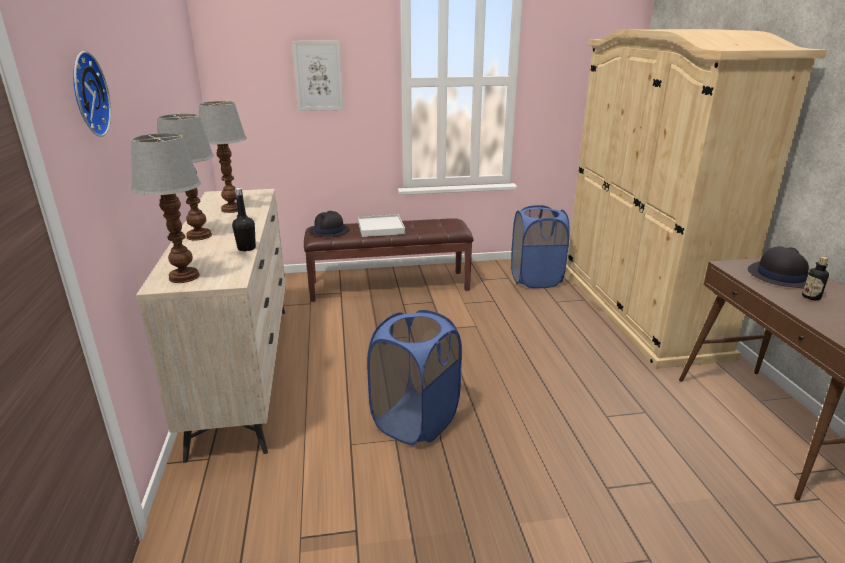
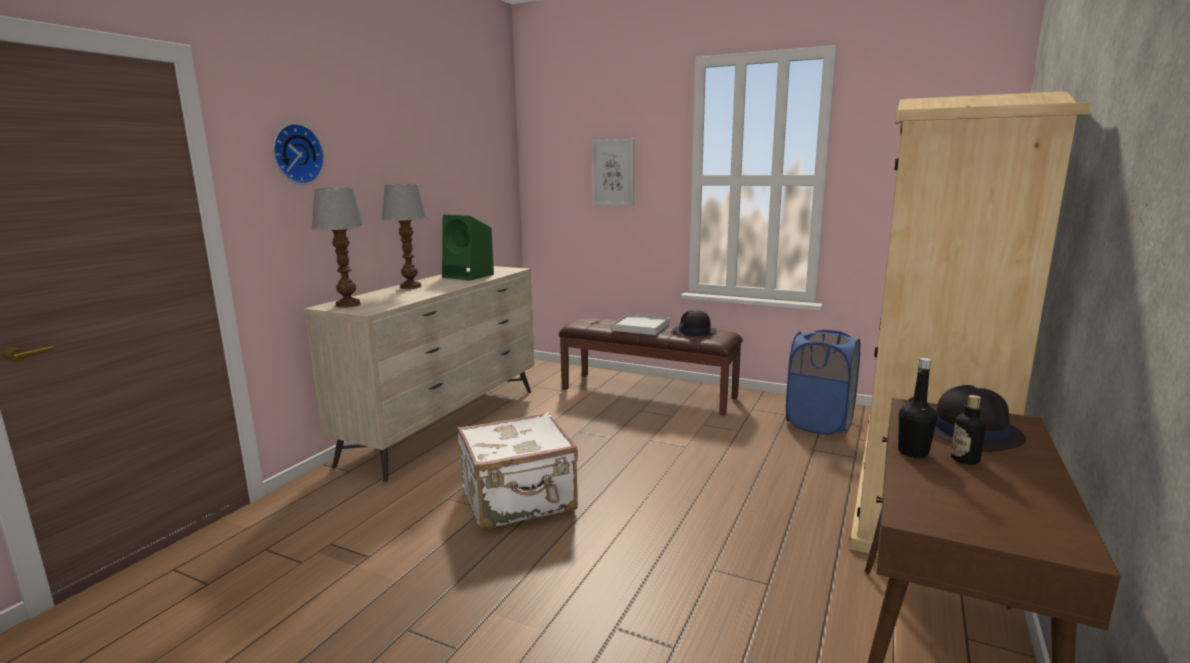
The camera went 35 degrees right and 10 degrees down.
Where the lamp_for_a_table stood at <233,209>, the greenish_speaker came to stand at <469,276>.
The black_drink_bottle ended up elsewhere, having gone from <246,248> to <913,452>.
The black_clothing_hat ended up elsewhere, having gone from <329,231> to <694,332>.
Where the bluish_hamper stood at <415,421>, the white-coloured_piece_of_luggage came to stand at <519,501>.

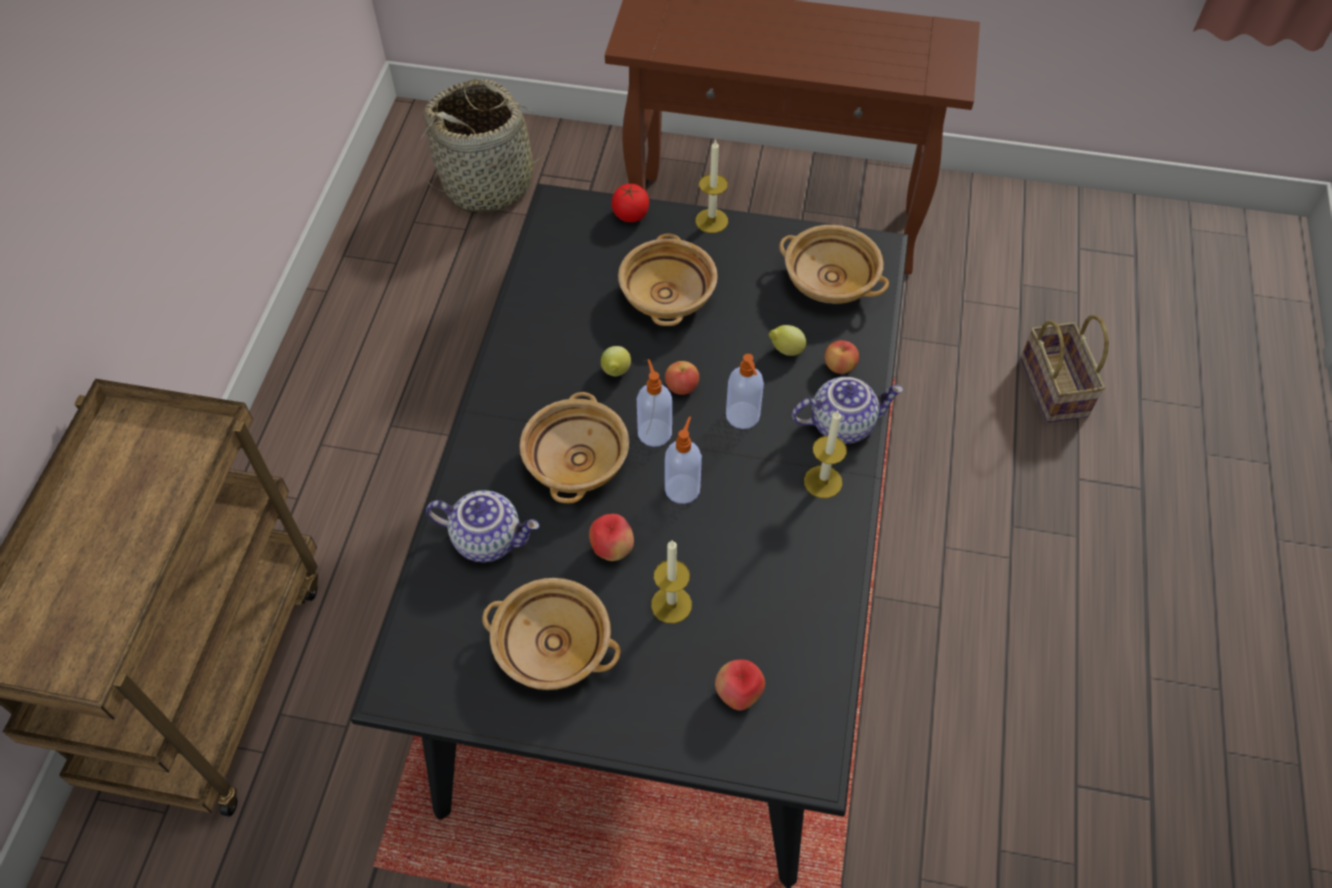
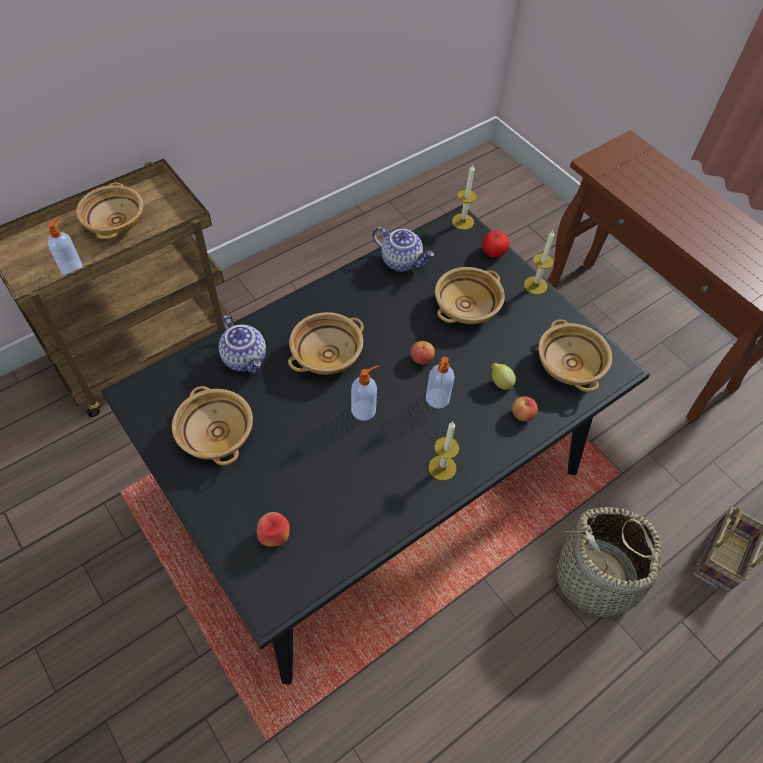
The camera went 40 degrees right and 0 degrees up.
The storage_basket ended up elsewhere, having gone from <489,184> to <596,579>.
The second view lost the apple_fruit at <612,549>.
The second view lost the citrus_fruit at <616,373>.
The liquid_soap_bottle ended up elsewhere, having gone from <654,431> to <72,267>.
The wax_candle ended up elsewhere, having gone from <671,604> to <462,221>.
The tea_pot ended up elsewhere, having gone from <842,423> to <402,261>.
The second view gained the beige_deep_dish at <115,222>.

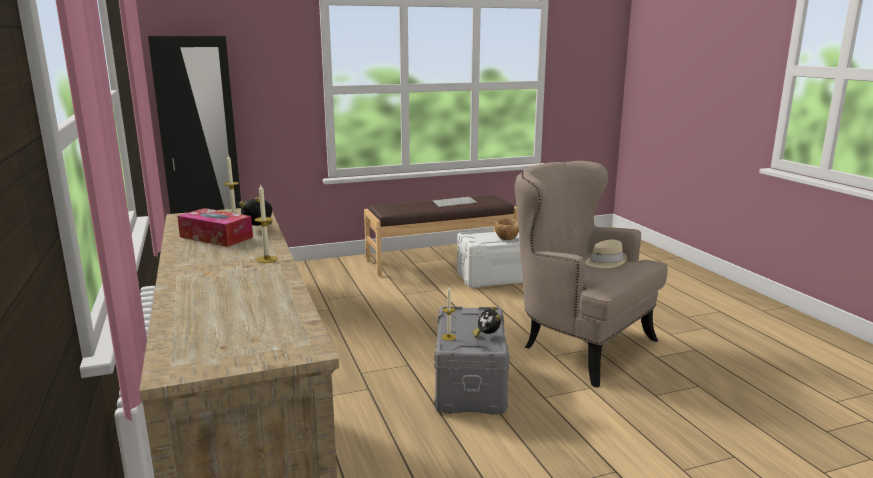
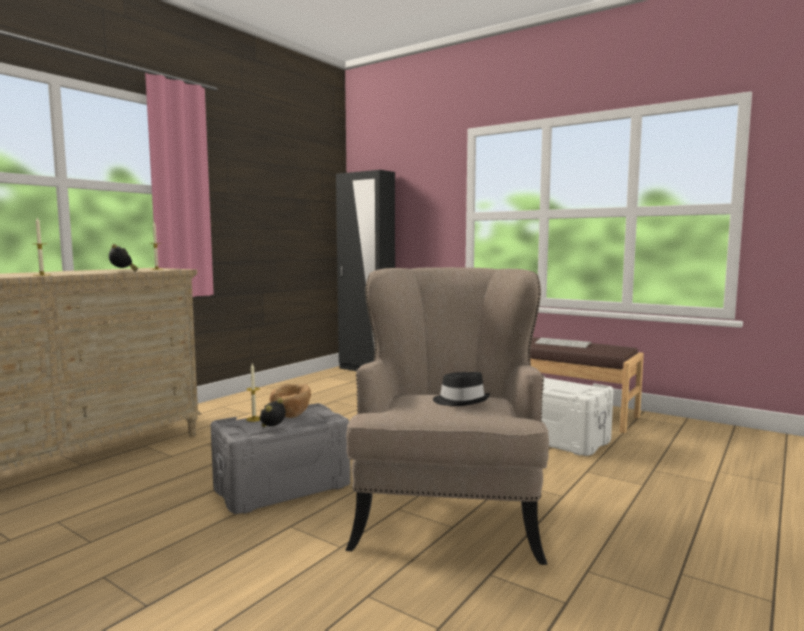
The camera went 55 degrees right and 10 degrees down.
The second view lost the tissue_holder at <216,237>.
The brown_deep_dish ended up elsewhere, having gone from <507,239> to <291,416>.
What was the beige_clothing_hat at <605,262> turned into the black_clothing_hat at <461,401>.

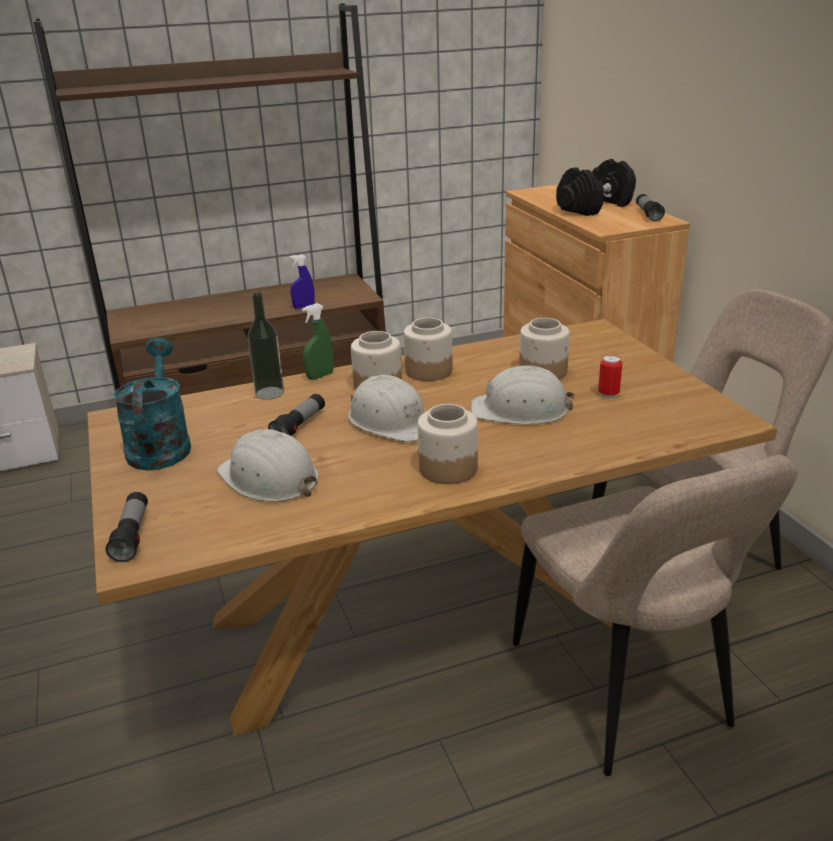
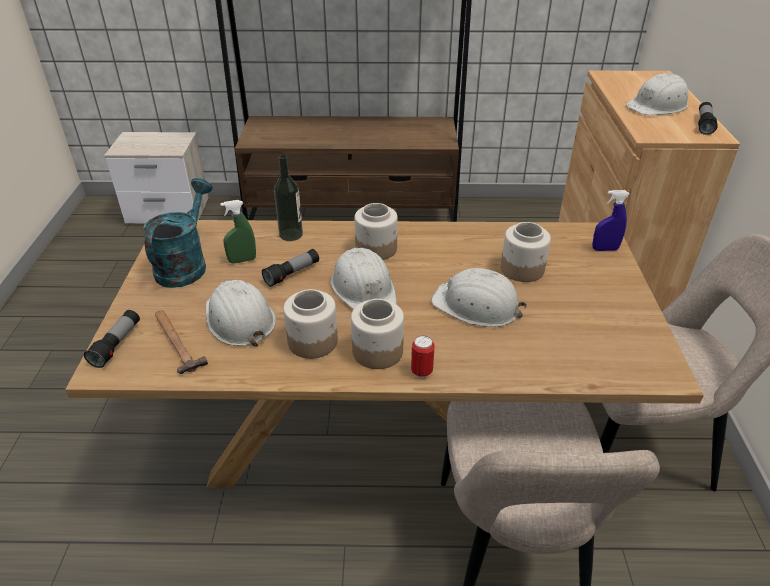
The camera went 20 degrees right and 10 degrees up.
The bluish_spray_bottle ended up elsewhere, having gone from <304,307> to <605,249>.
The greenish_spray_bottle ended up elsewhere, having gone from <320,376> to <242,260>.
The preserve_jar ended up elsewhere, having gone from <429,371> to <313,341>.
Where the black_dumbbell stood at <595,207>, the white-coloured_hard_hat came to stand at <658,105>.
The sealed_can ended up elsewhere, having gone from <608,394> to <421,372>.
The second view gained the hand_hammer at <177,342>.

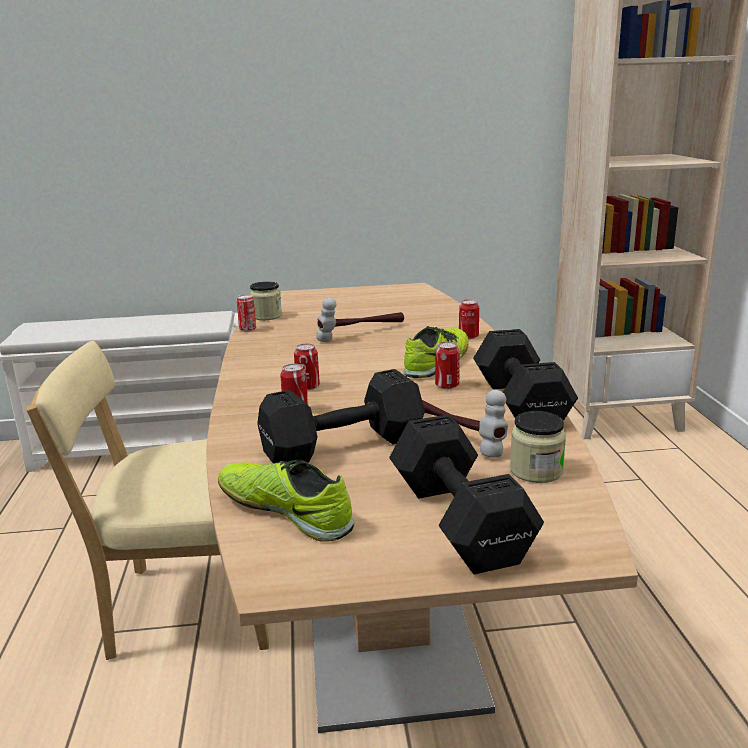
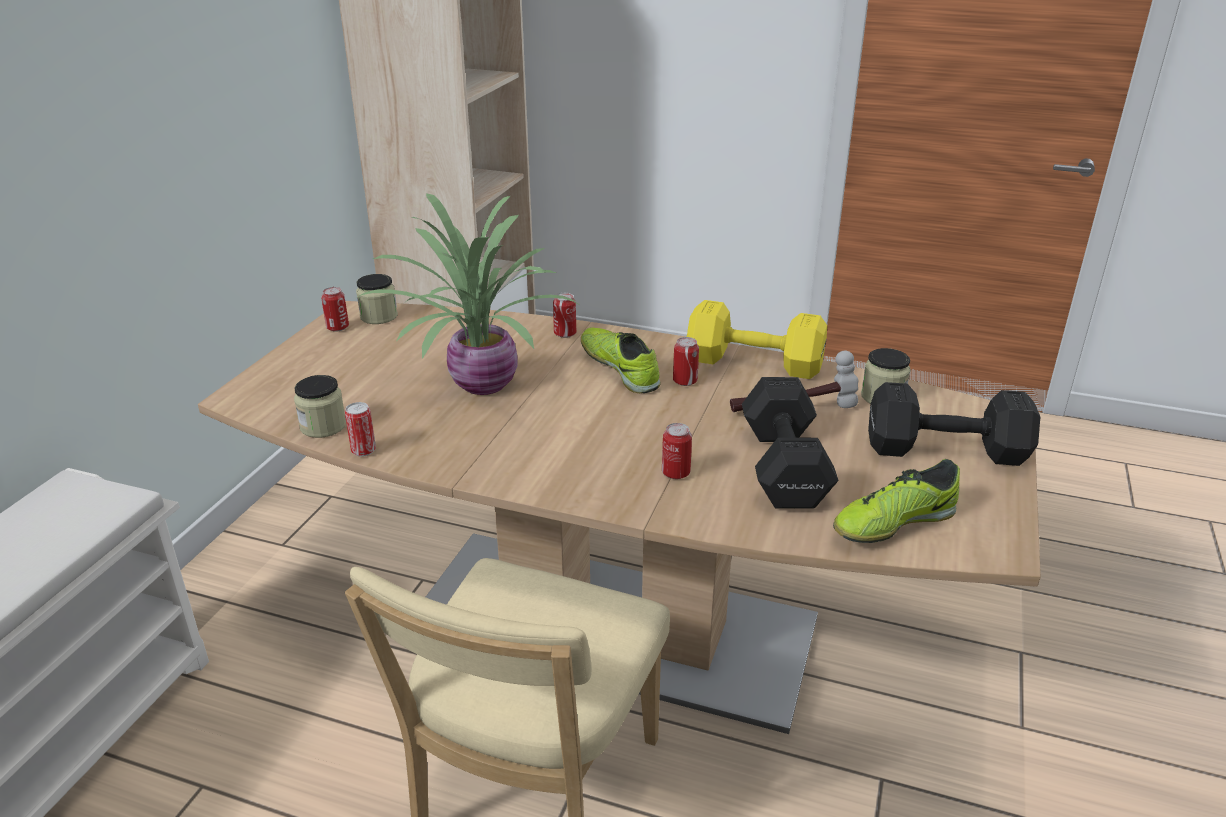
The camera went 65 degrees left and 10 degrees up.
The sealed_can ended up elsewhere, having gone from <308,387> to <337,327>.
Where the hand_hammer stood at <361,333>, the plant_in_a_pot came to stand at <481,383>.
What was the black_dumbbell at <520,402> turned into the yellowish_dumbbell at <751,362>.
The second view gained the preserve_jar at <379,316>.

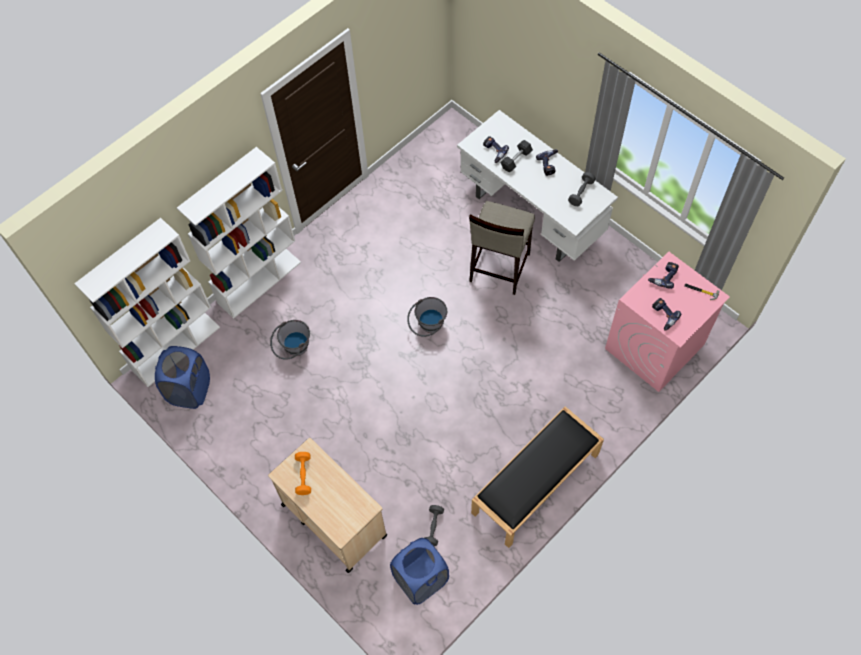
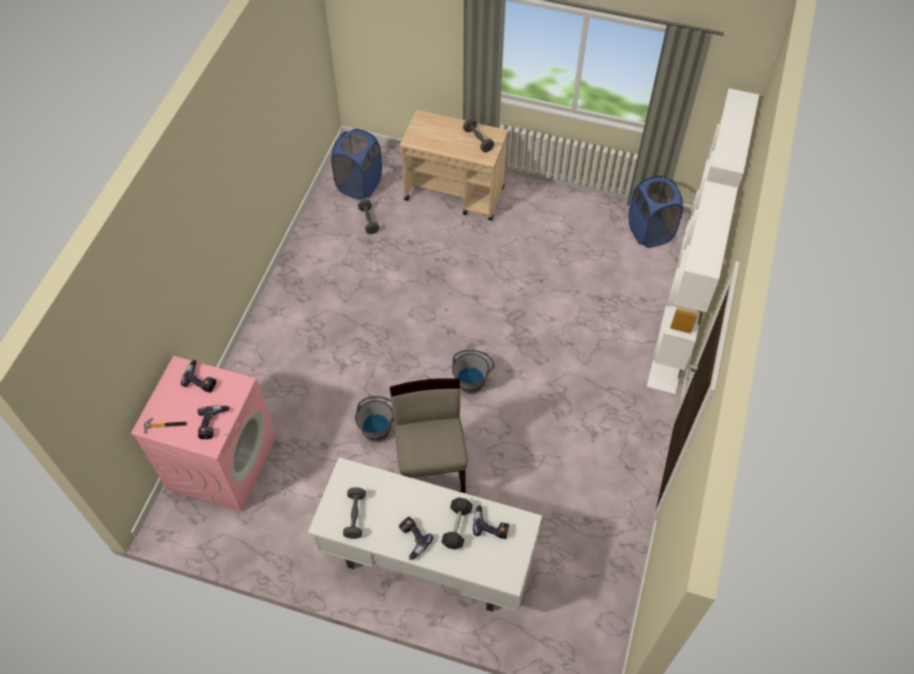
The camera went 150 degrees right and 5 degrees down.
The greyish_water_bucket ended up elsewhere, having gone from <293,349> to <378,426>.
What was the orangey_dumbbell at <303,476> turned into the greyish_dumbbell at <478,140>.
The second view lost the black_indoor_bench at <535,484>.

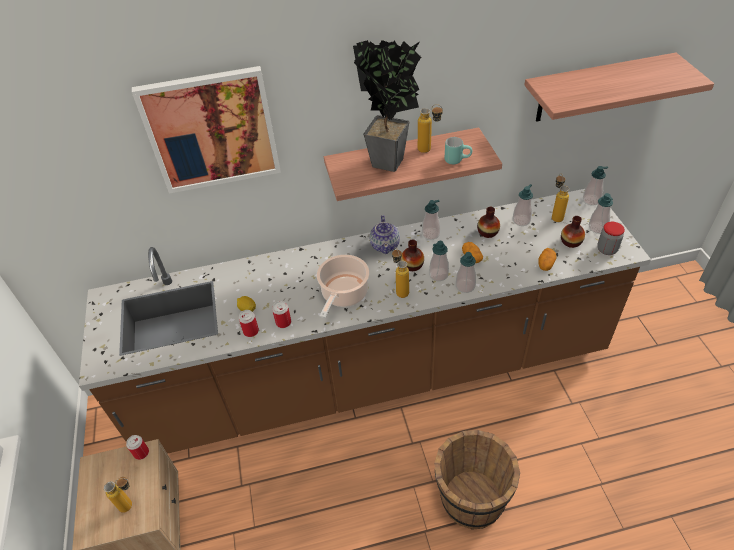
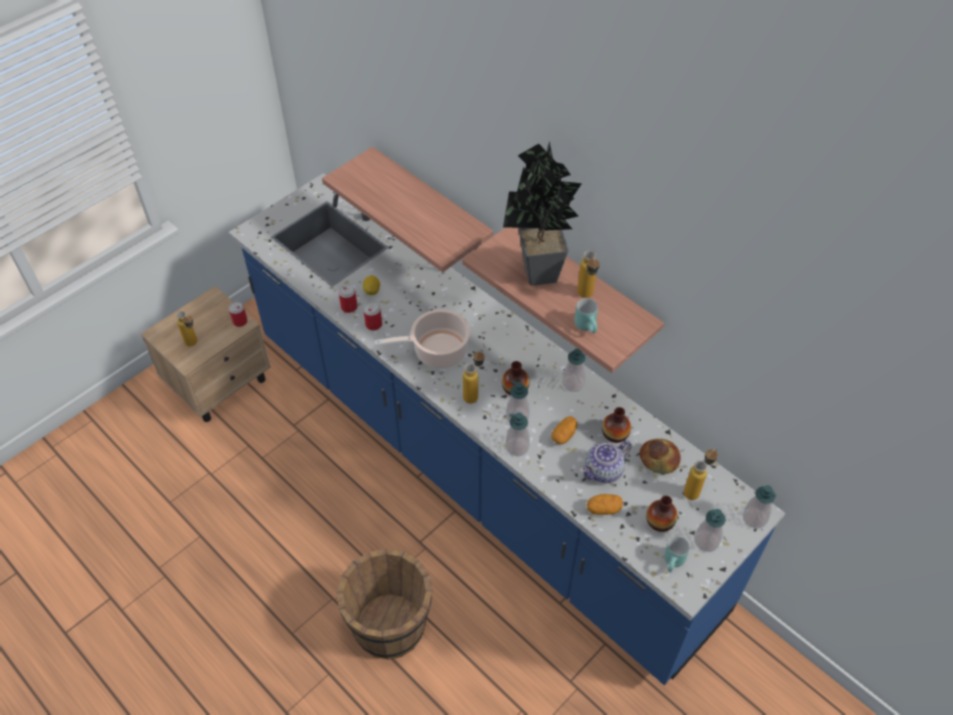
The camera went 55 degrees right and 5 degrees up.
What was the brown_kitchen_counter at <374,376> turned into the bluish_kitchen_counter at <476,468>.
The second view lost the wall_art at <211,130>.
The tea_pot ended up elsewhere, having gone from <385,245> to <604,470>.
Where the liquid_soap_bottle stood at <521,220>, the bread came to stand at <659,458>.
The wall_shelf ended up elsewhere, having gone from <596,88> to <431,206>.
Where the preserve_jar stood at <607,249>, the blue-green_tea_mug came to stand at <674,563>.

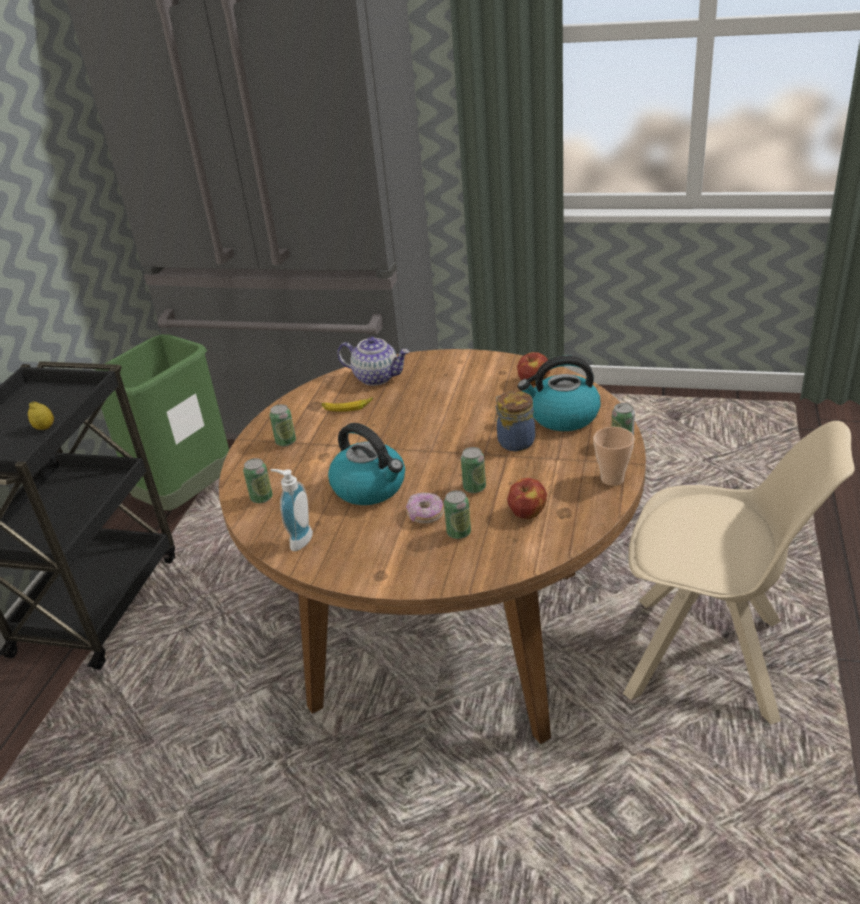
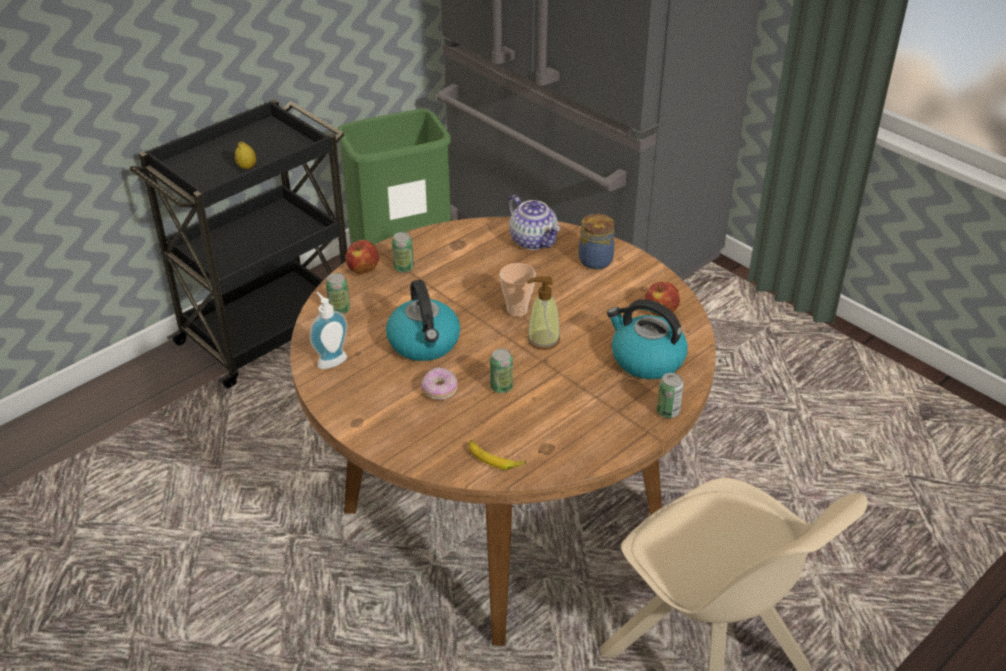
The camera went 30 degrees right and 5 degrees up.
The banana_fruit ended up elsewhere, having gone from <347,407> to <494,458>.
The second view lost the sealed_can at <458,533>.
The preserve_jar ended up elsewhere, having gone from <514,441> to <595,259>.
The apple_fruit ended up elsewhere, having gone from <528,512> to <363,269>.
The drinking_cup ended up elsewhere, having gone from <612,479> to <517,310>.
The second view gained the liquid_soap_bottle at <543,340>.

